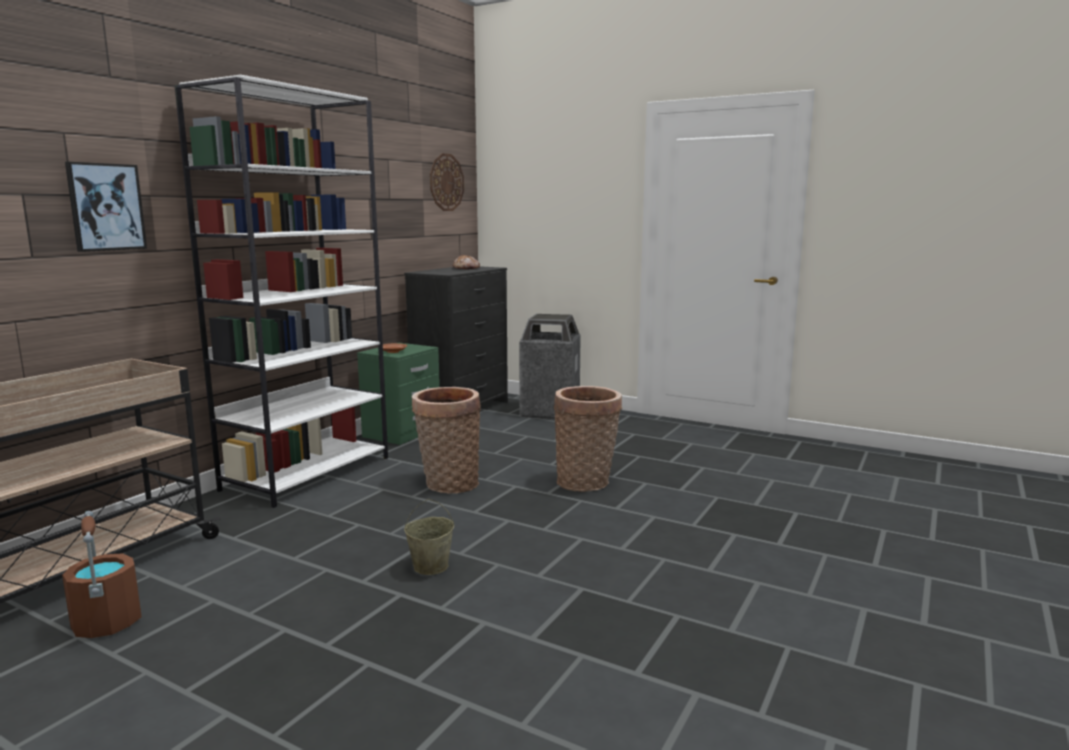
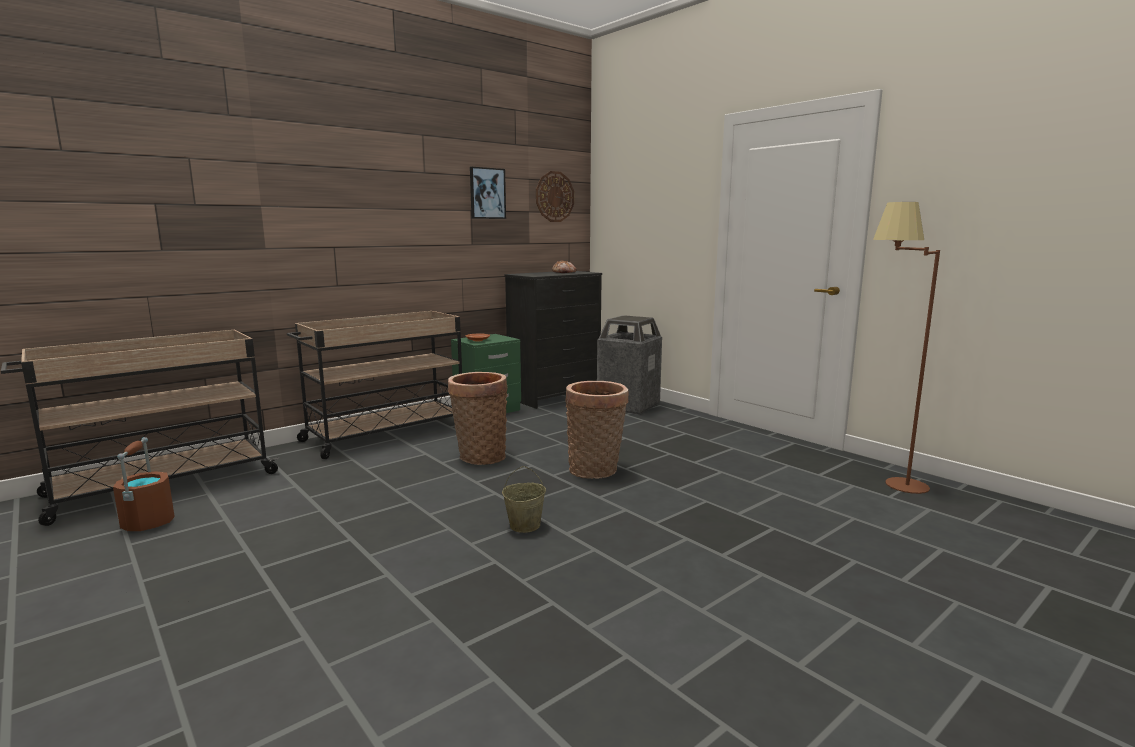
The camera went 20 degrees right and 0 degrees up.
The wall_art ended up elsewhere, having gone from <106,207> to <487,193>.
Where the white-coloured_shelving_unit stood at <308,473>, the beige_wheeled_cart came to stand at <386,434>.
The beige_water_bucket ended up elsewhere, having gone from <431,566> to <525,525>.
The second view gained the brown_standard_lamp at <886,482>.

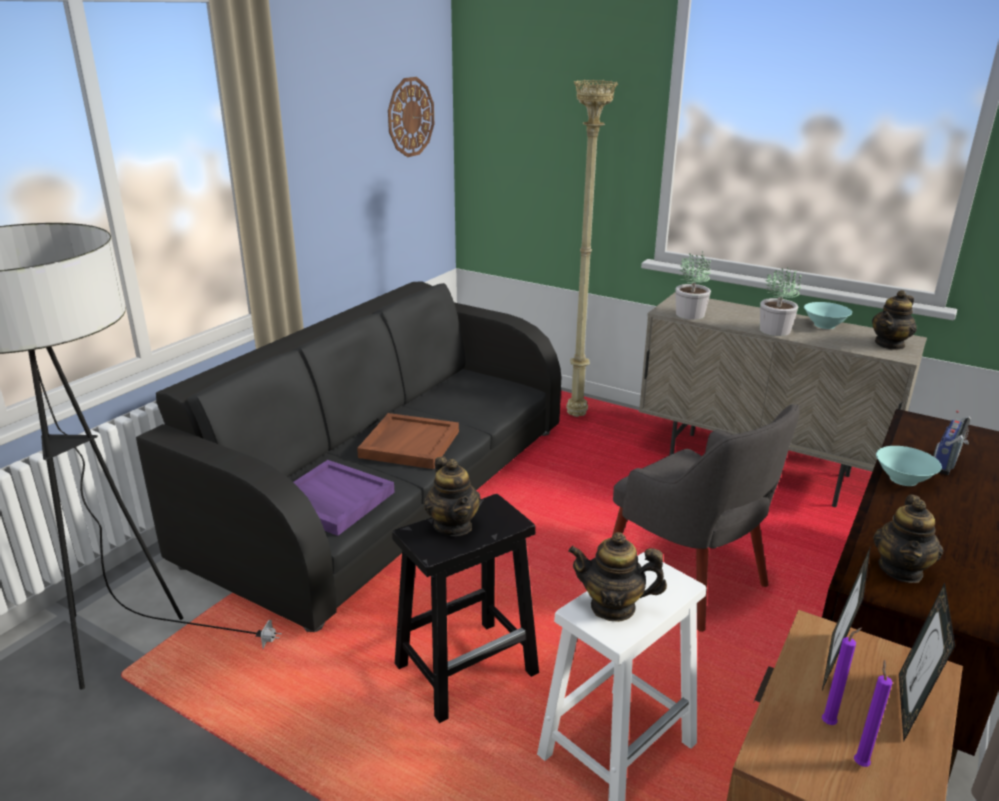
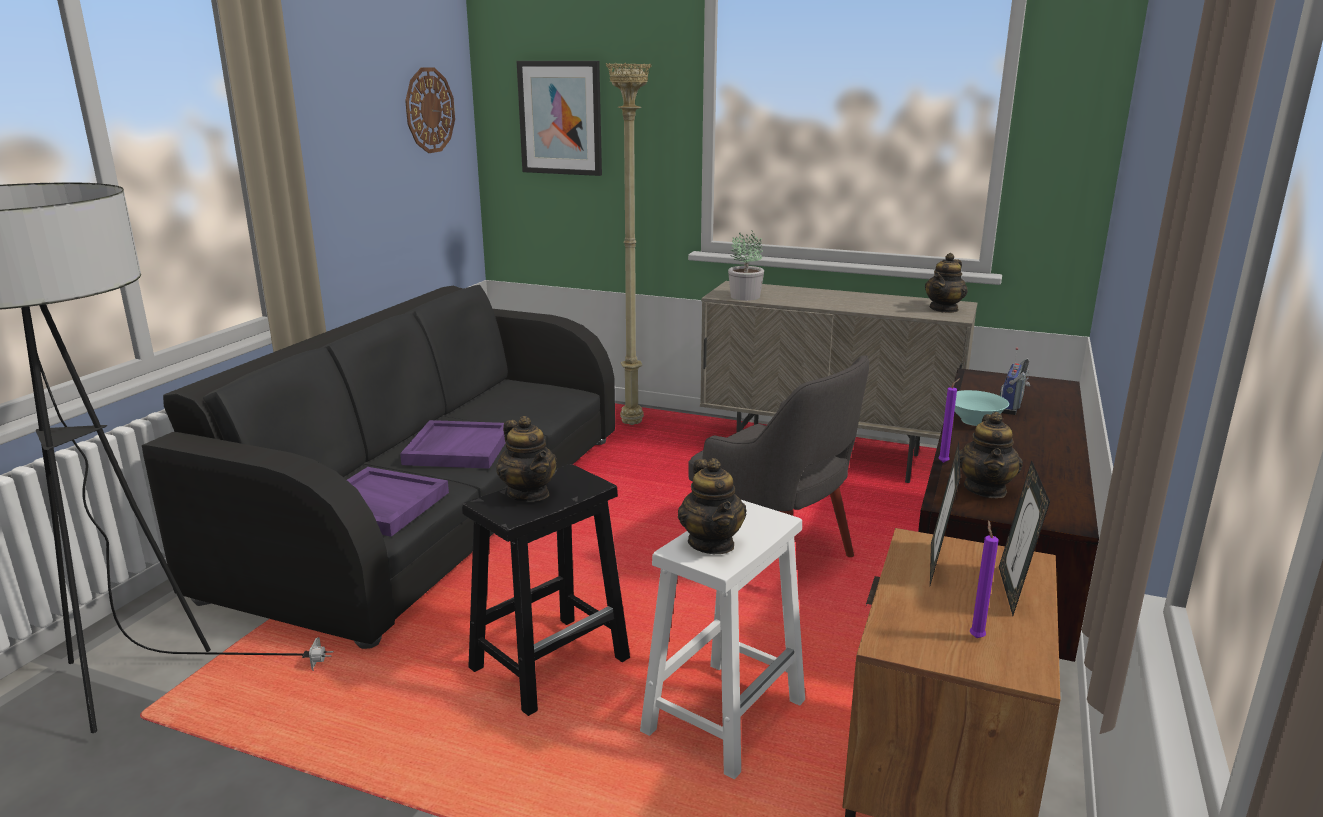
The camera went 10 degrees left and 5 degrees down.
What was the brown_carrying_tray at <409,444> turned into the purple_carrying_tray at <457,448>.
The tea_pot at <613,607> ended up facing another way, 105 degrees counterclockwise from before.
The second view lost the plant_in_a_pot at <775,330>.
The second view lost the blue-green_deep_dish at <824,325>.
The purple_wax_candle ended up elsewhere, having gone from <830,723> to <944,462>.
The second view gained the wall_art at <560,118>.

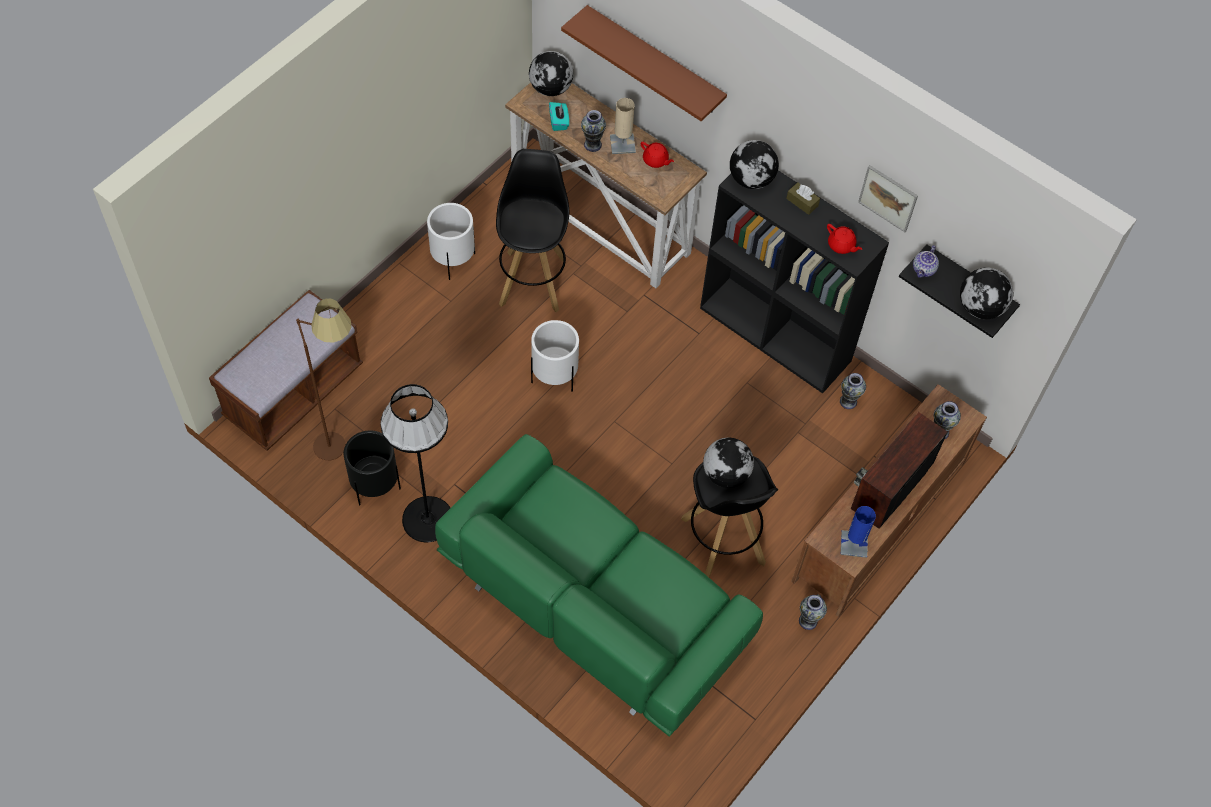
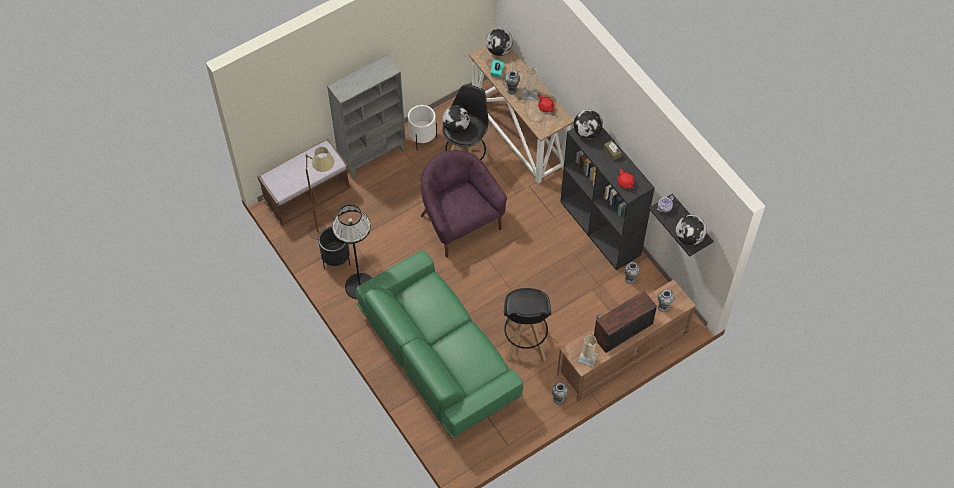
The camera went 20 degrees right and 0 degrees up.
Where the white-coloured_plant_pot stood at <554,376>, the purple_lounge_chair came to stand at <459,222>.
The second view lost the brown_wall_shelf at <654,61>.
The desk_globe ended up elsewhere, having gone from <726,473> to <456,127>.
What was the bluish_lamp_for_a_table at <854,544> turned into the beige_lamp_for_a_table at <587,358>.
The second view lost the wall_art at <888,198>.
The second view gained the greyish_shelving_unit at <373,155>.

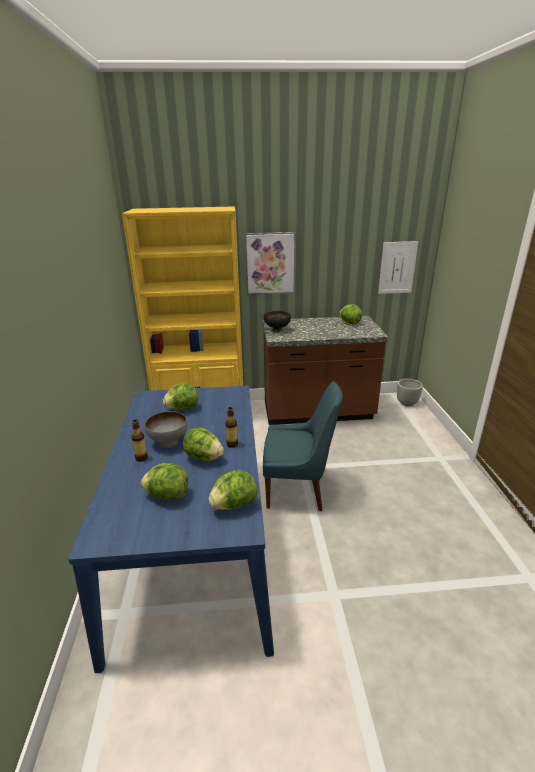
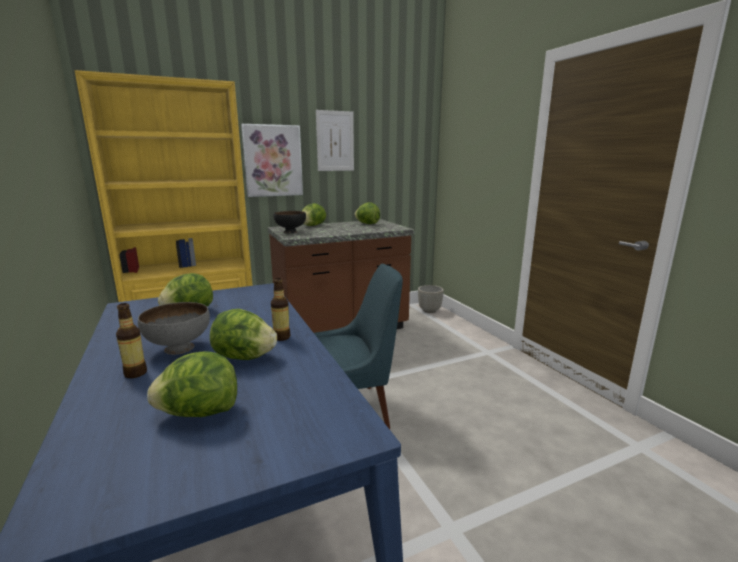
The camera went 20 degrees left and 10 degrees down.
The lettuce ended up elsewhere, having gone from <233,505> to <312,225>.
The wall_art ended up elsewhere, having gone from <397,268> to <335,141>.

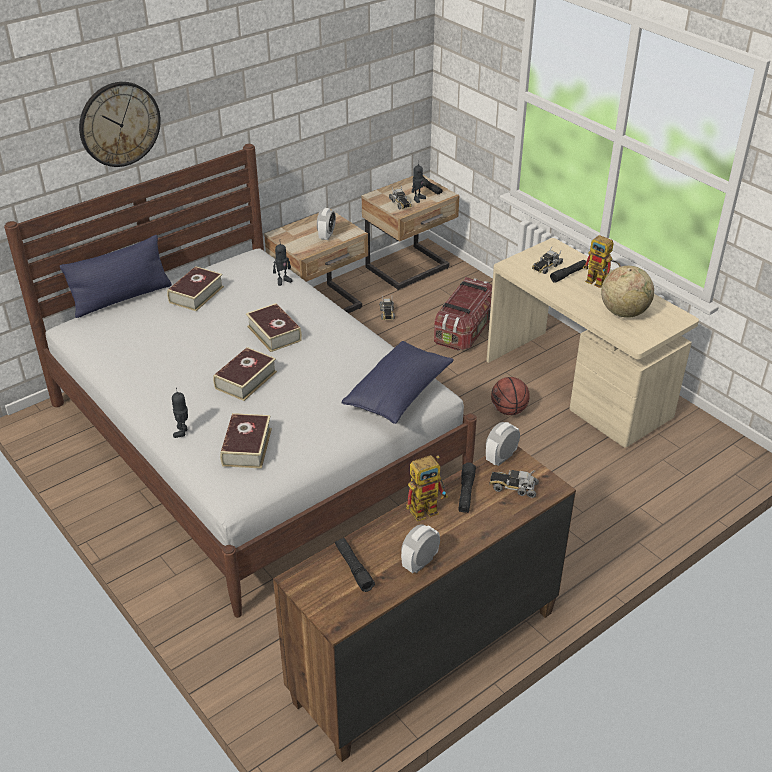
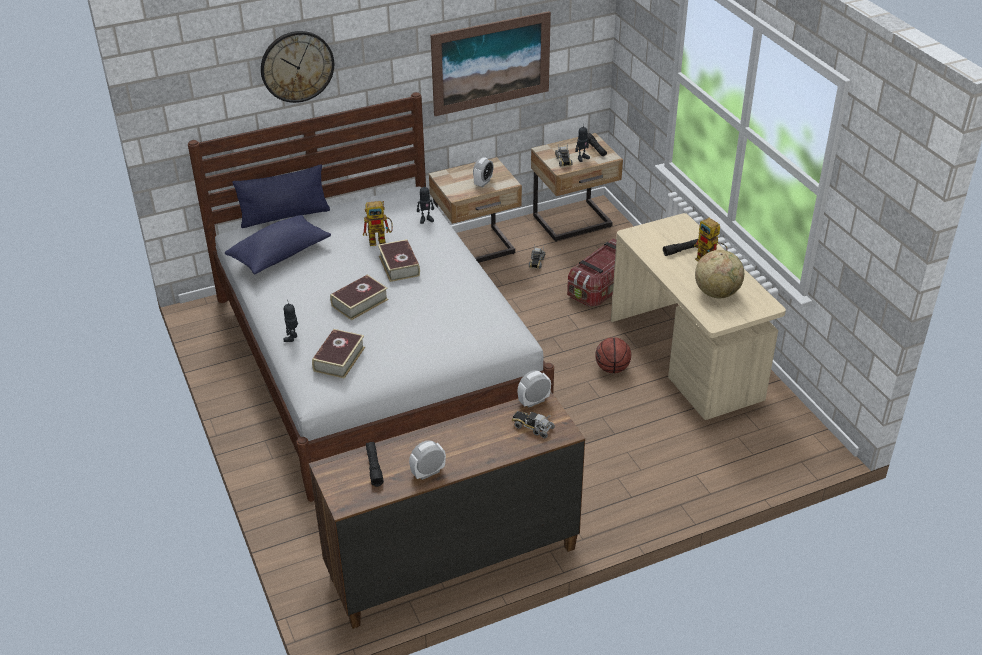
The camera went 15 degrees right and 0 degrees up.
The second view lost the volume at <196,294>.
The bluish_pillow ended up elsewhere, having gone from <398,394> to <280,255>.
The model_robot ended up elsewhere, having gone from <428,508> to <381,240>.
The second view lost the black_hand_torch at <466,493>.
The second view lost the toy_truck at <546,267>.
The second view gained the wall_art at <491,63>.

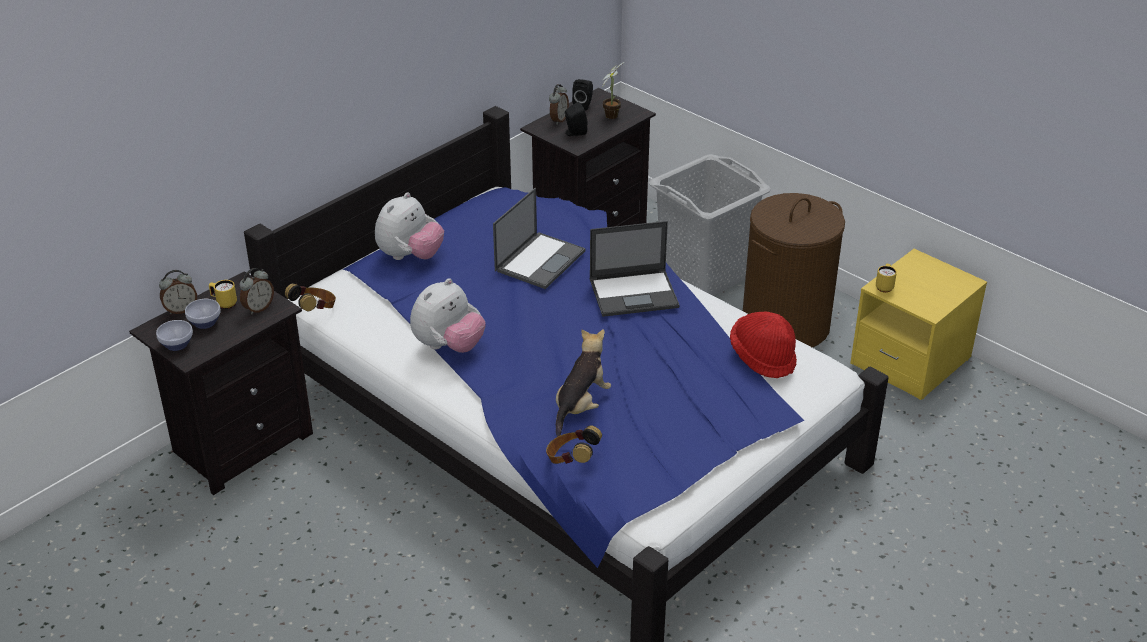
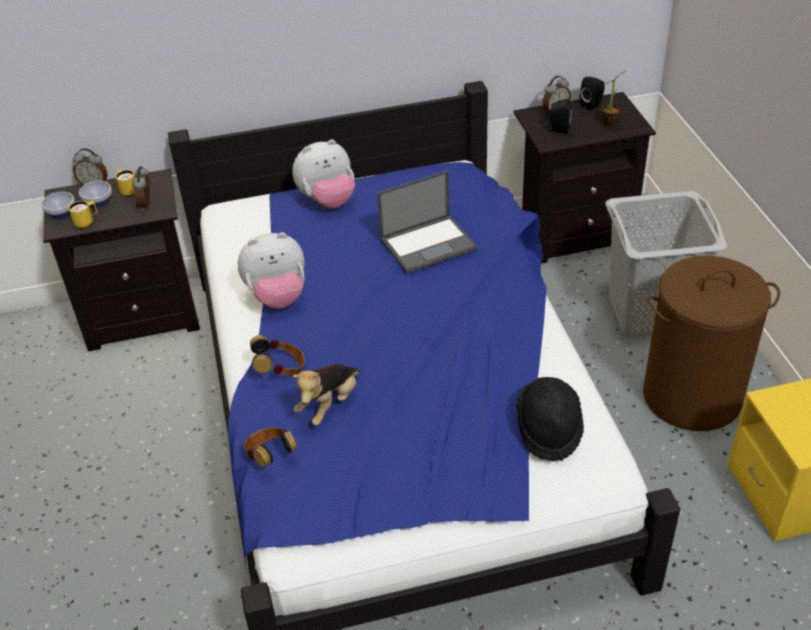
The camera went 35 degrees right and 5 degrees up.
The bedside_clock at <258,308> ended up facing another way, 105 degrees clockwise from before.
The pair_of_headphones ended up elsewhere, having gone from <314,310> to <280,370>.
The plush_toy at <581,406> ended up facing another way, 150 degrees clockwise from before.
The second view lost the laptop at <635,293>.
What was the red-coloured_clothing_hat at <763,357> turned into the black_clothing_hat at <549,429>.
The yellowish_tea_mug ended up elsewhere, having gone from <884,286> to <87,223>.

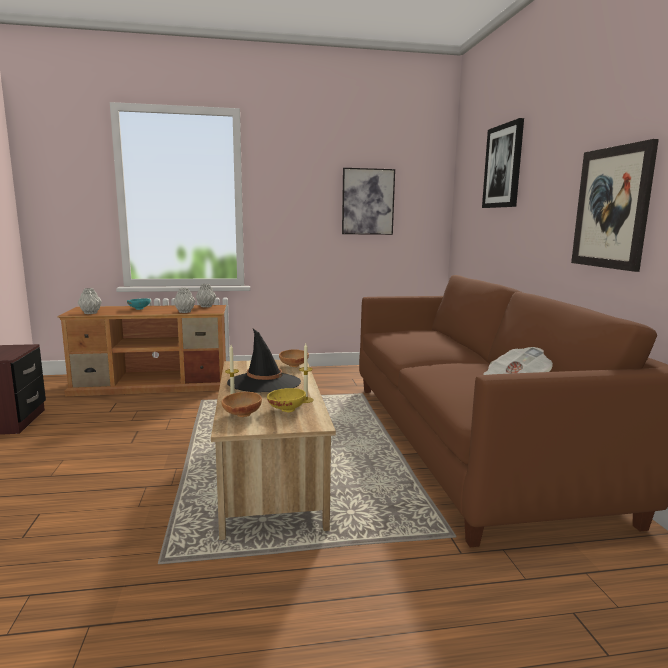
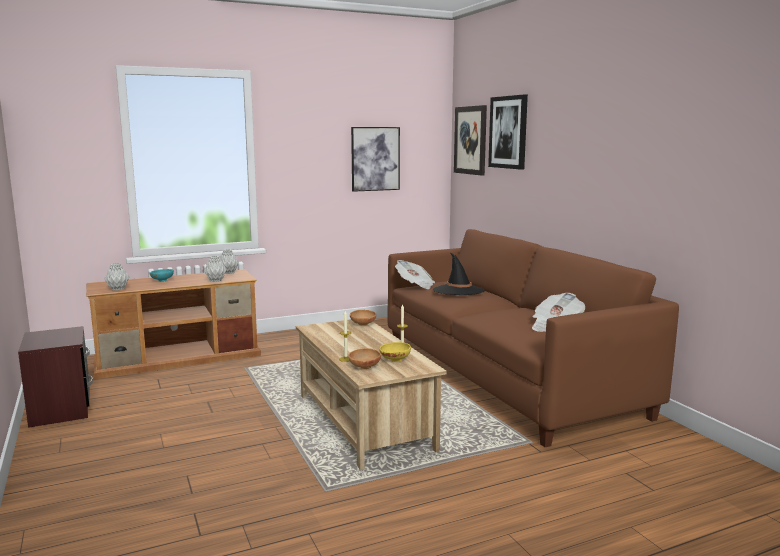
The camera went 15 degrees left and 0 degrees up.
The black_clothing_hat ended up elsewhere, having gone from <264,383> to <458,291>.
The wall_art ended up elsewhere, having gone from <612,208> to <470,140>.
The second view gained the daily_paper at <415,285>.

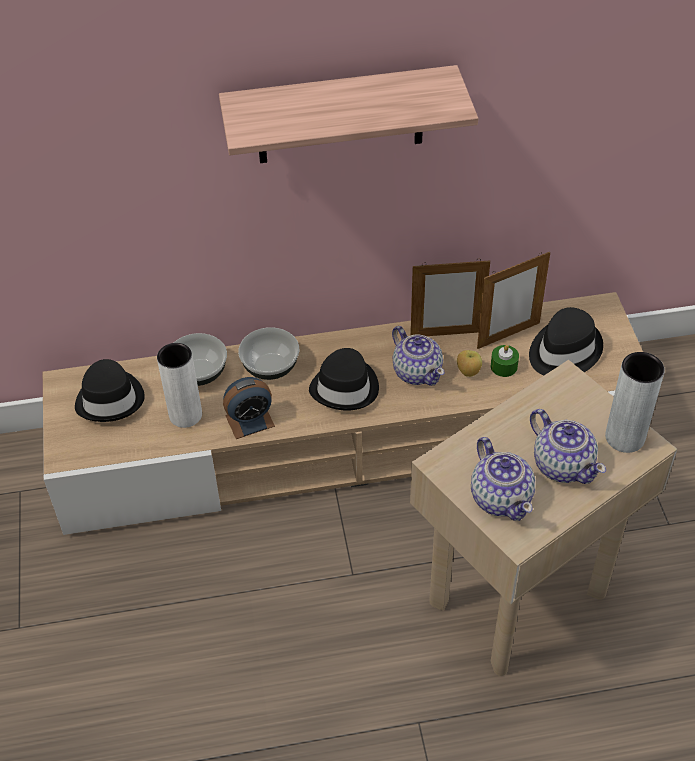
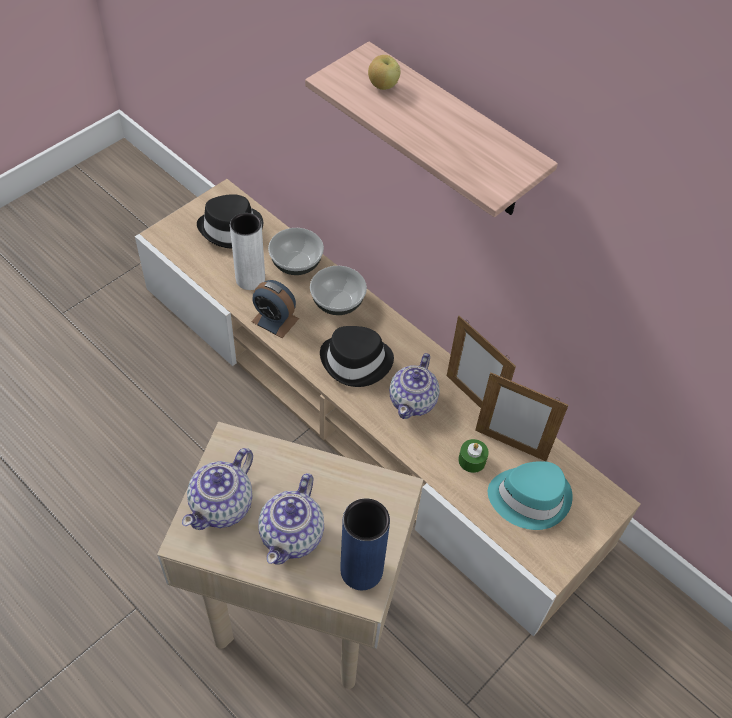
The camera went 50 degrees right and 5 degrees up.
The apple_fruit ended up elsewhere, having gone from <468,372> to <383,86>.
What was the black_clothing_hat at <563,351> turned into the blue-green_clothing_hat at <529,497>.
What was the greyish_vase at <625,437> turned into the bluish_vase at <361,570>.

